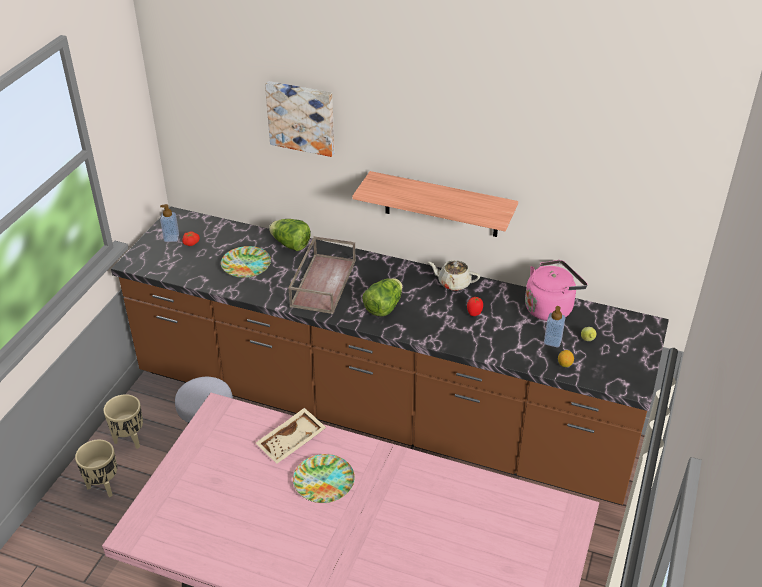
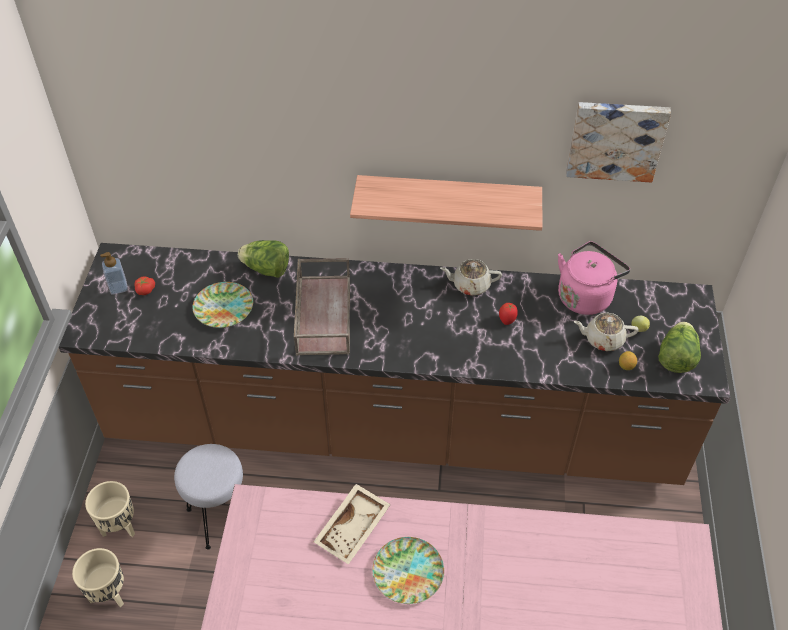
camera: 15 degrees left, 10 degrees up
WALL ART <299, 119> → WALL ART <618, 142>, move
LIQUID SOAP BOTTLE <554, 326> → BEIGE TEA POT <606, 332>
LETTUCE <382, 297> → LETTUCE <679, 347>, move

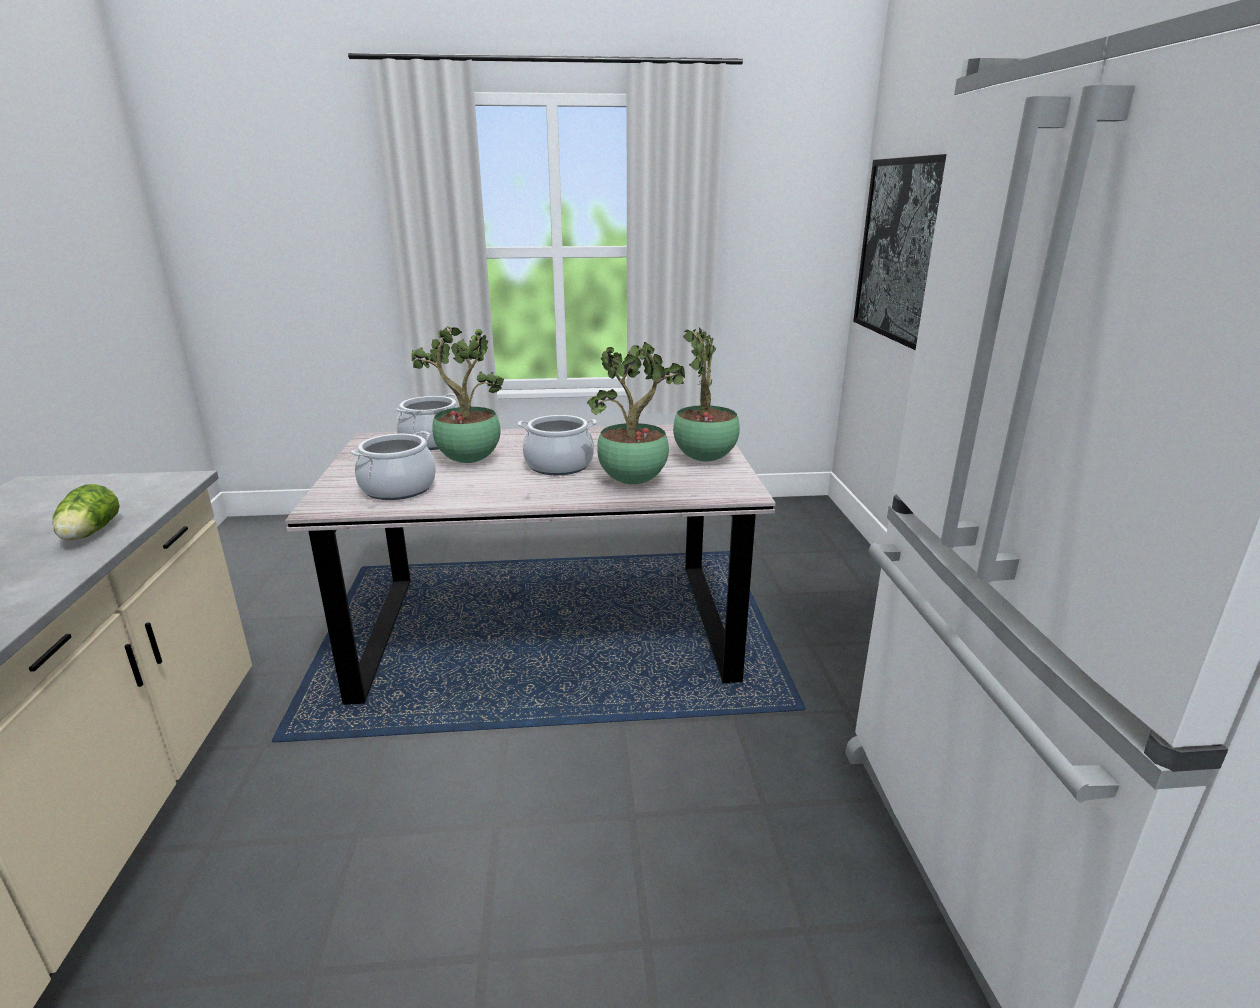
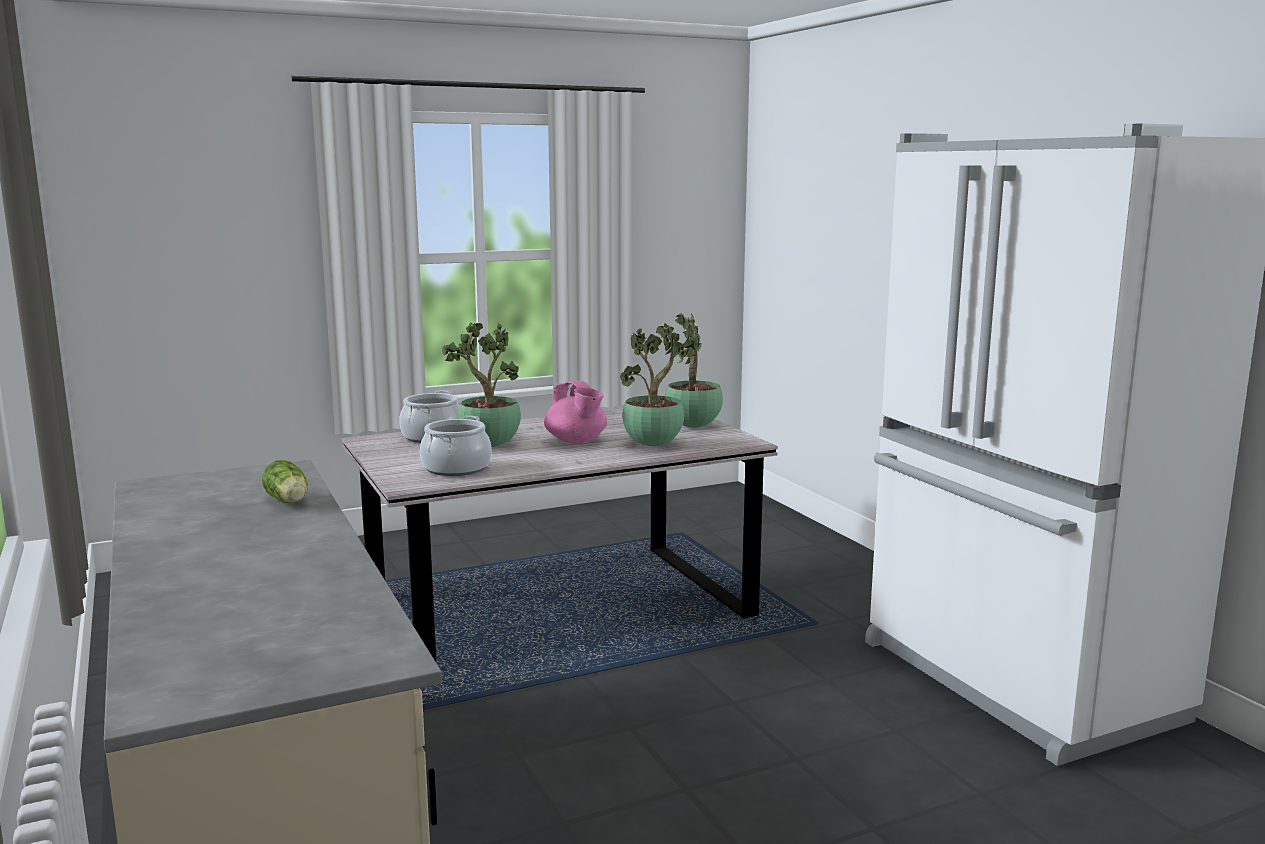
camera: 20 degrees left, 10 degrees down
STOCKPOT <557, 445> → PINKISH TEA POT <575, 412>
WALL ART <899, 252> → -

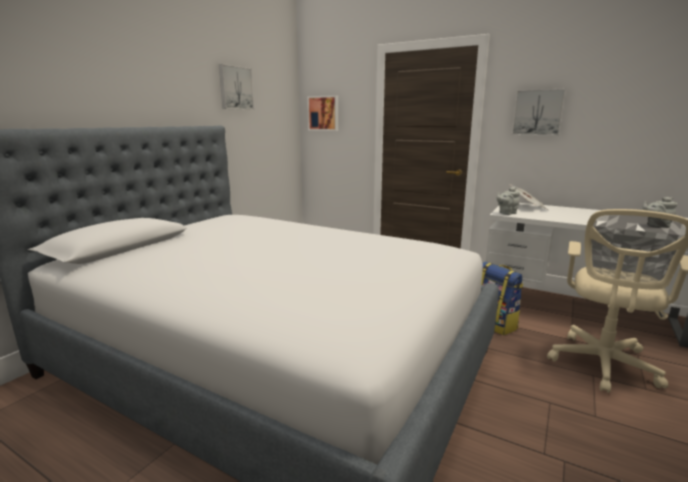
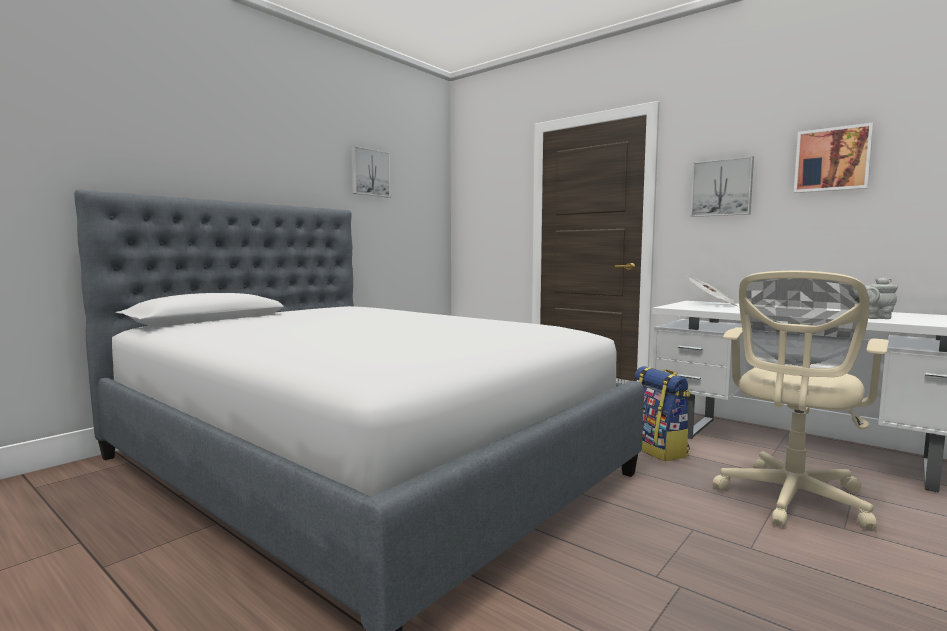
camera: 10 degrees right, 10 degrees down
WALL ART <322, 113> → WALL ART <833, 157>, move
GREYISH TEA POT <508, 201> → -

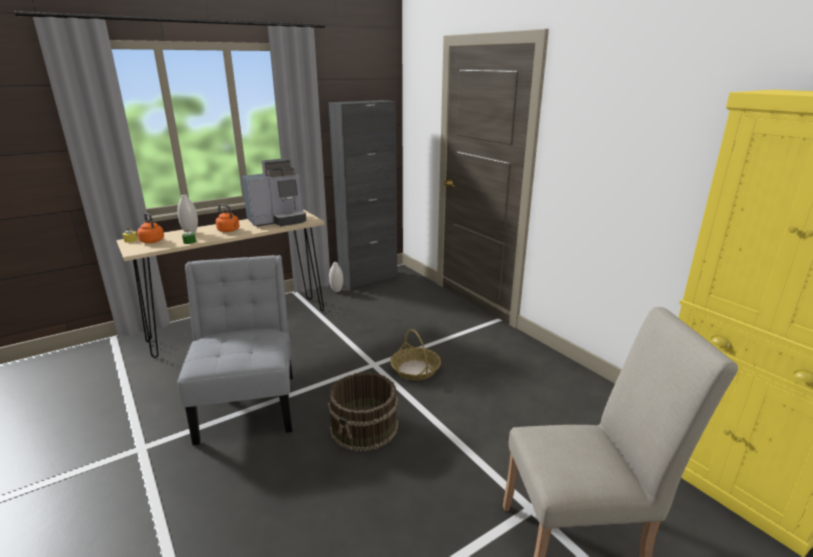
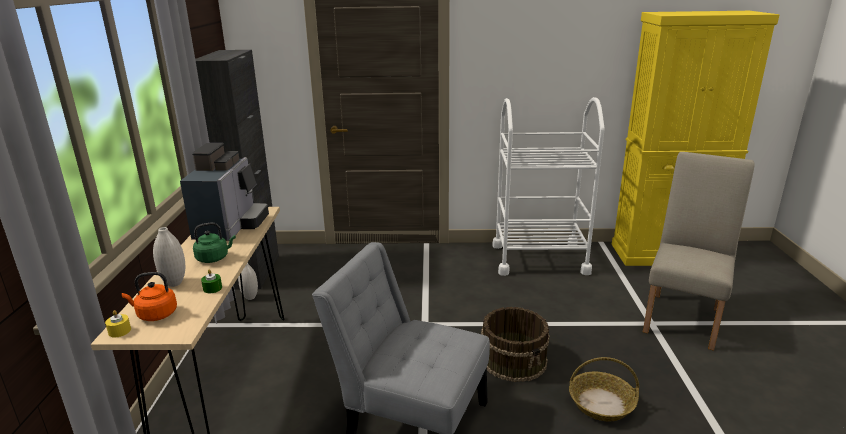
camera: 55 degrees left, 0 degrees up
ORANGE TEA KETTLE <227, 218> → GREENISH TEA KETTLE <214, 243>
- → WHITE WHEELED CART <548, 186>
BASKET <415, 355> → BASKET <604, 389>, move

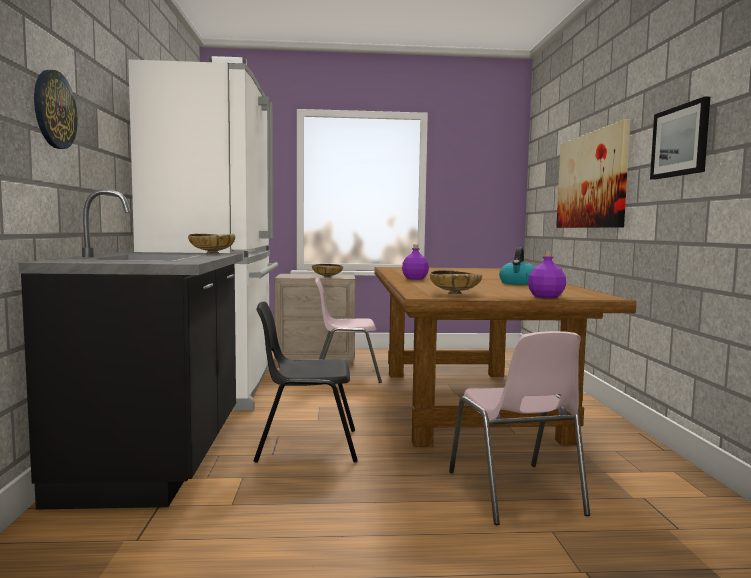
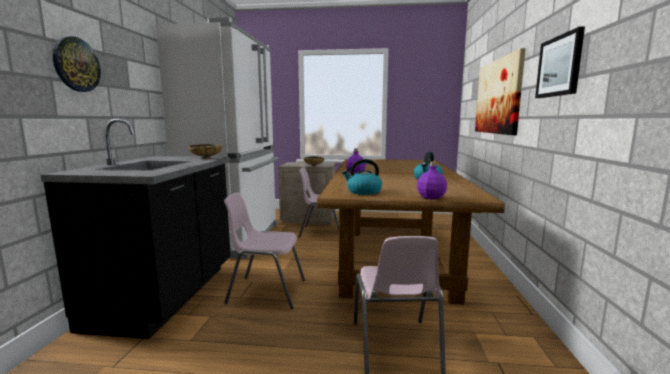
camera: 10 degrees right, 5 degrees up
BLACKISH PLAIN CHAIR <306, 382> → PINKISH PLAIN CHAIR <264, 251>
BEIGE BOWL <456, 282> → TEA KETTLE <362, 177>

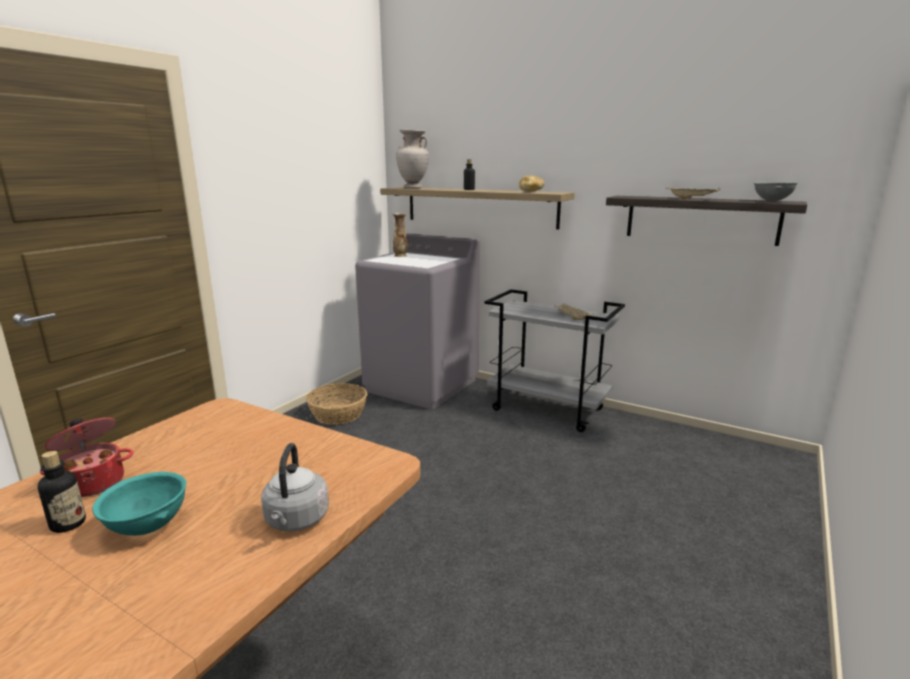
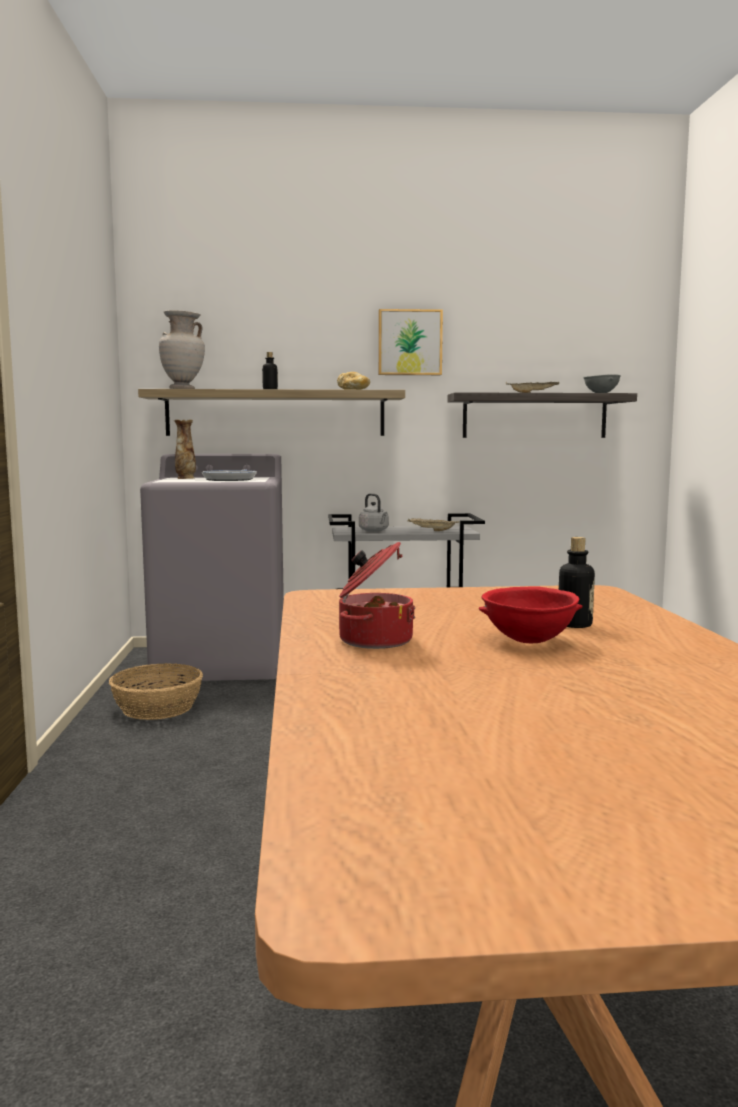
camera: 35 degrees left, 10 degrees down
- → SKILLET <229, 475>
GREYISH TEA KETTLE <295, 487> → GREYISH TEA KETTLE <374, 512>, move
- → WALL ART <410, 342>
TURQUOISE BOWL <139, 504> → RED-COLOURED BOWL <531, 614>
BOTTLE <62, 492> → BOTTLE <577, 582>, move

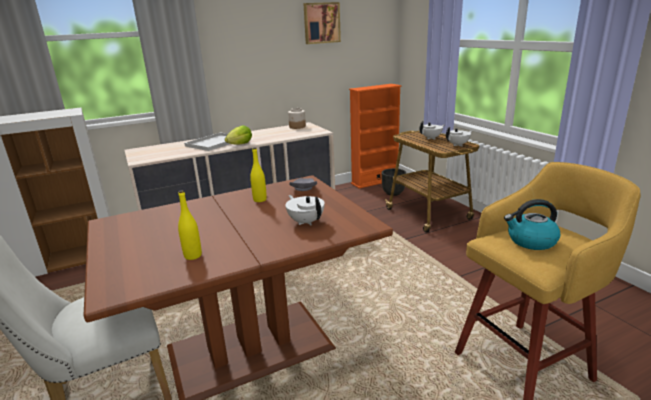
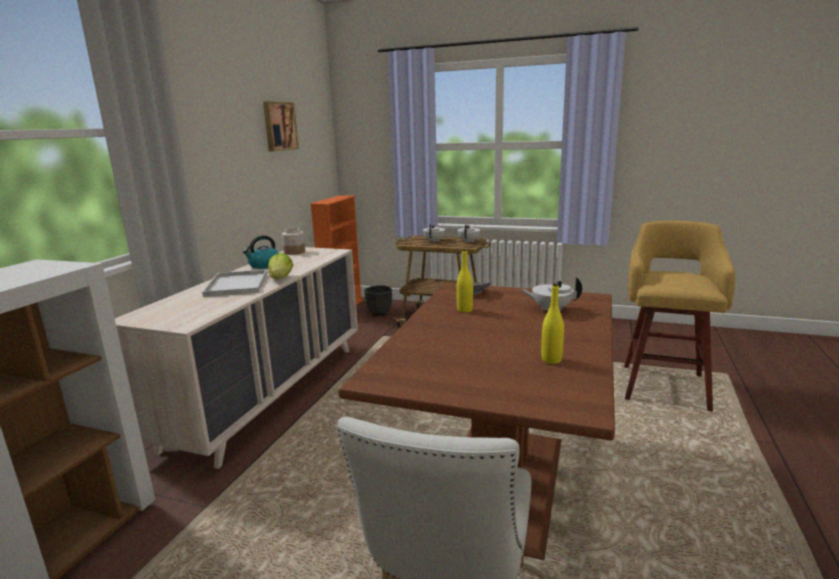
camera: 45 degrees left, 5 degrees down
TEA KETTLE <532, 224> → TEA KETTLE <261, 252>, move

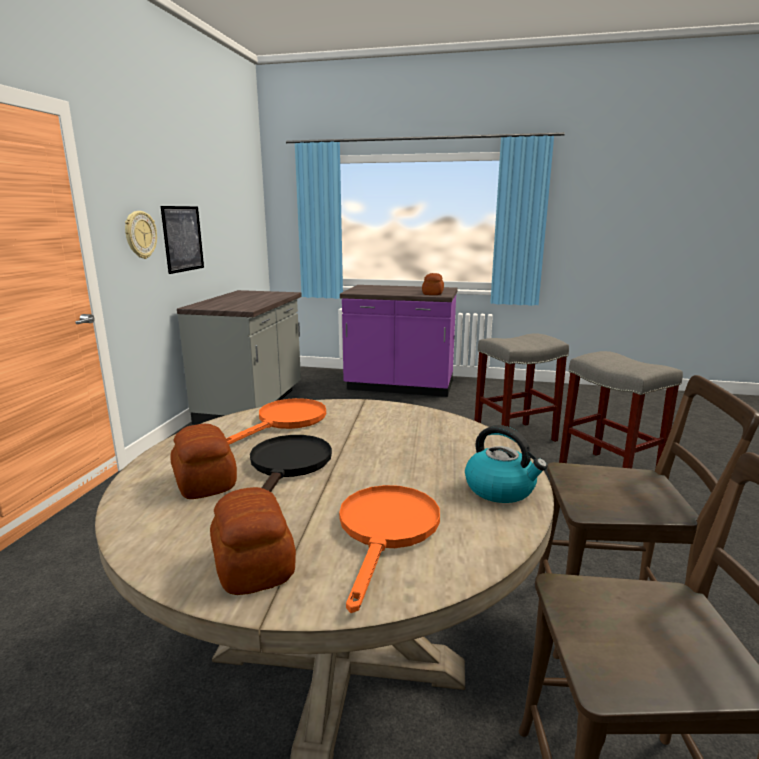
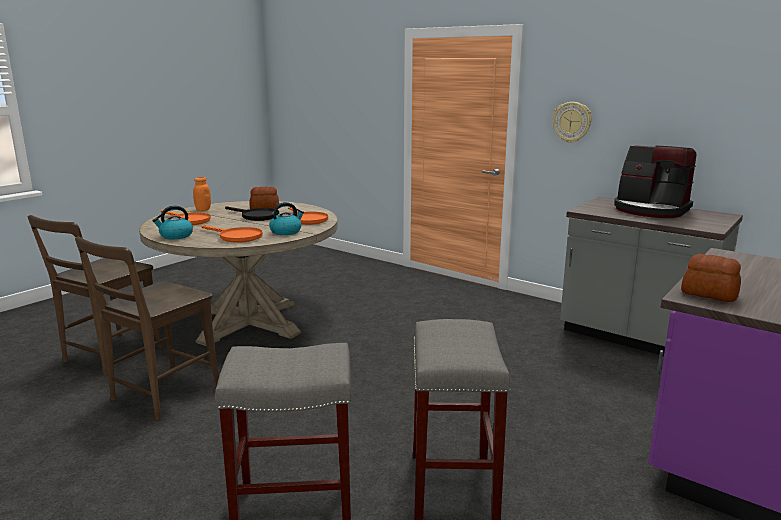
camera: 115 degrees right, 0 degrees up
BAKERY BREAD <253, 541> → ORANGE PRESERVE JAR <202, 194>
- → ORANGE SKILLET <232, 234>
- → TEA KETTLE <286, 218>
- → COFFEE MAKER <655, 181>
WALL ART <182, 240> → -

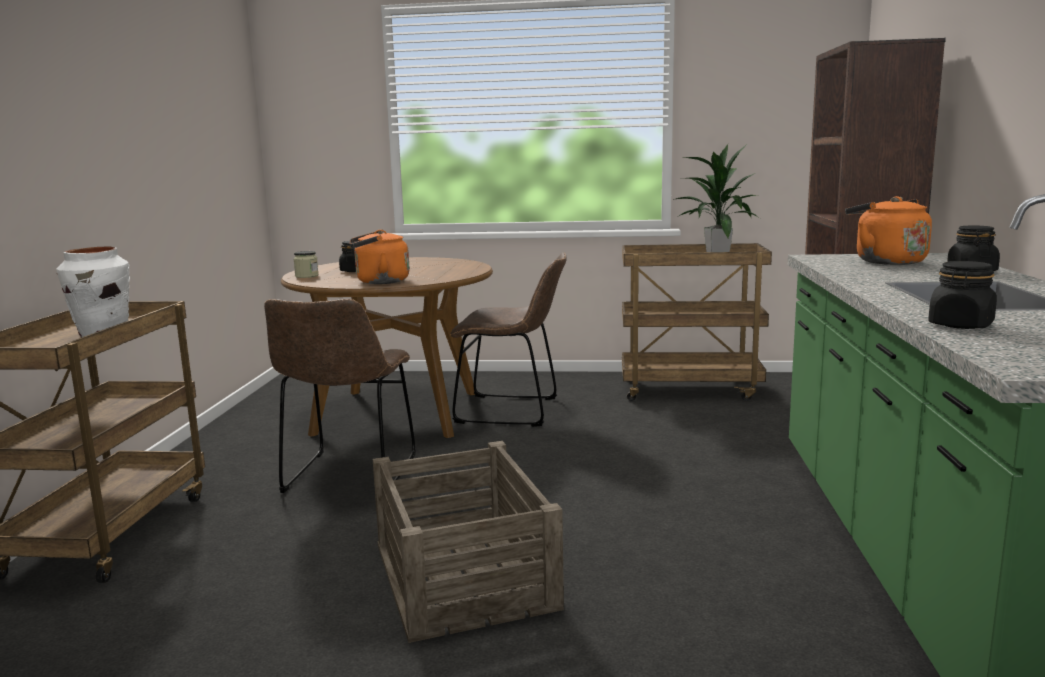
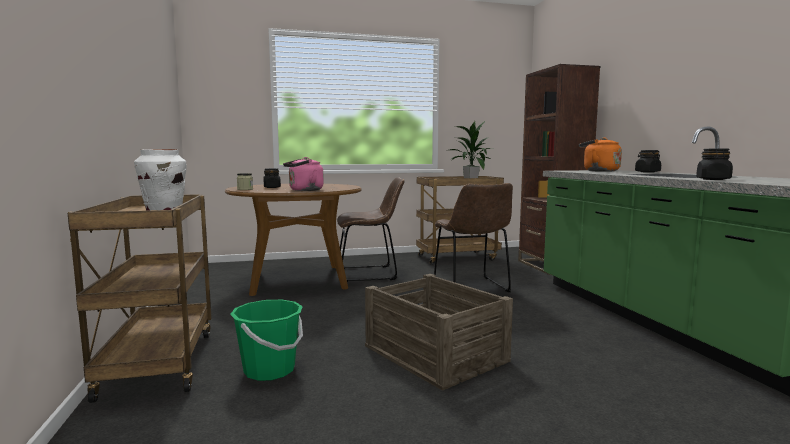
camera: 20 degrees left, 5 degrees down
- → GREENISH PAIL <266, 340>
ORANGE TEA KETTLE <380, 257> → PINKISH TEA KETTLE <303, 174>
BROWNISH PLAIN CHAIR <340, 396> → BROWNISH PLAIN CHAIR <473, 239>, move

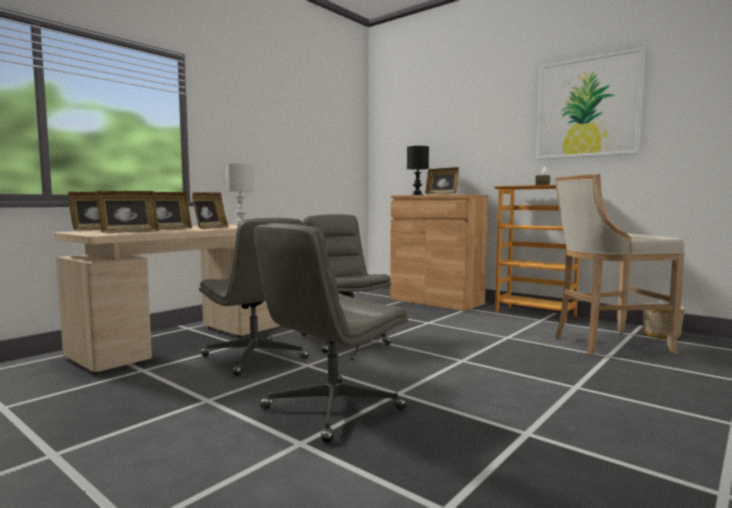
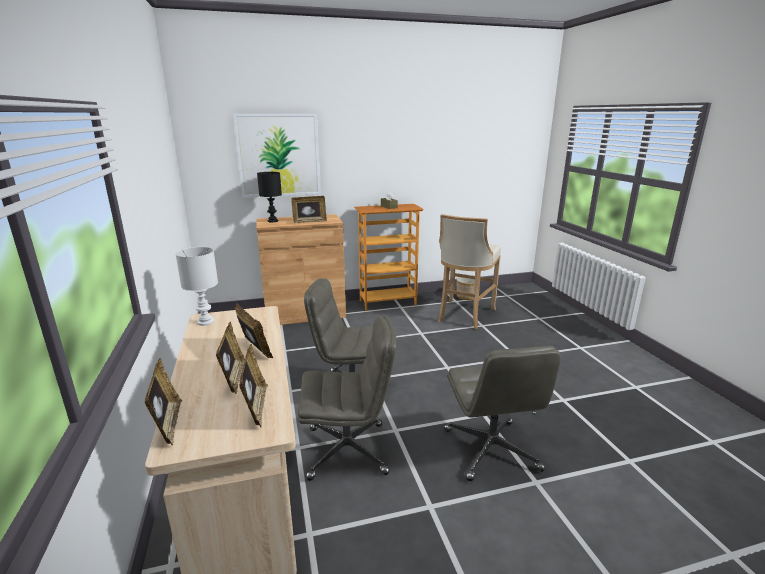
camera: 55 degrees left, 15 degrees up
WALL ART <590, 103> → WALL ART <277, 155>, move

